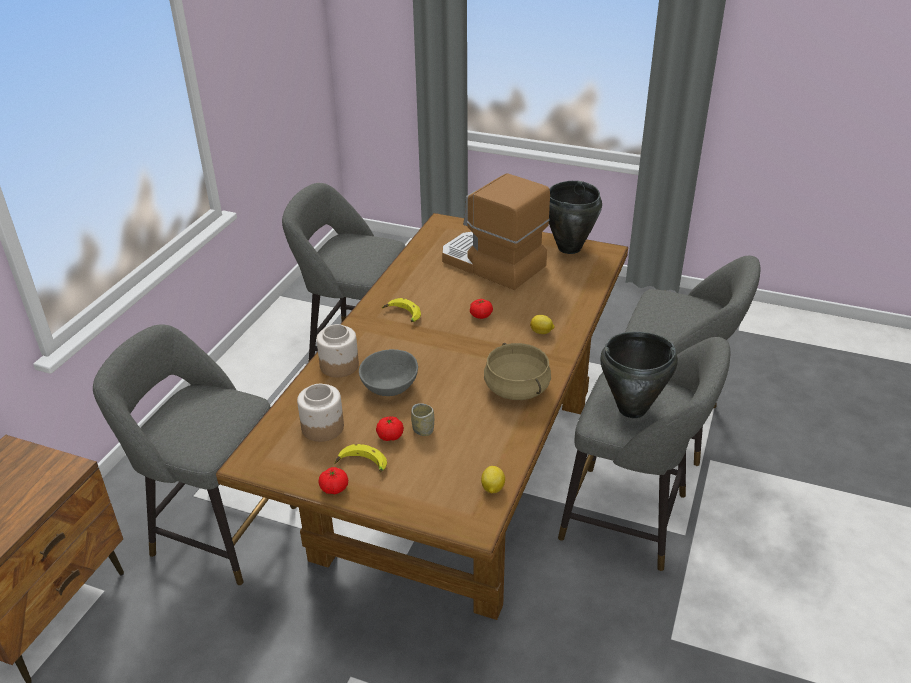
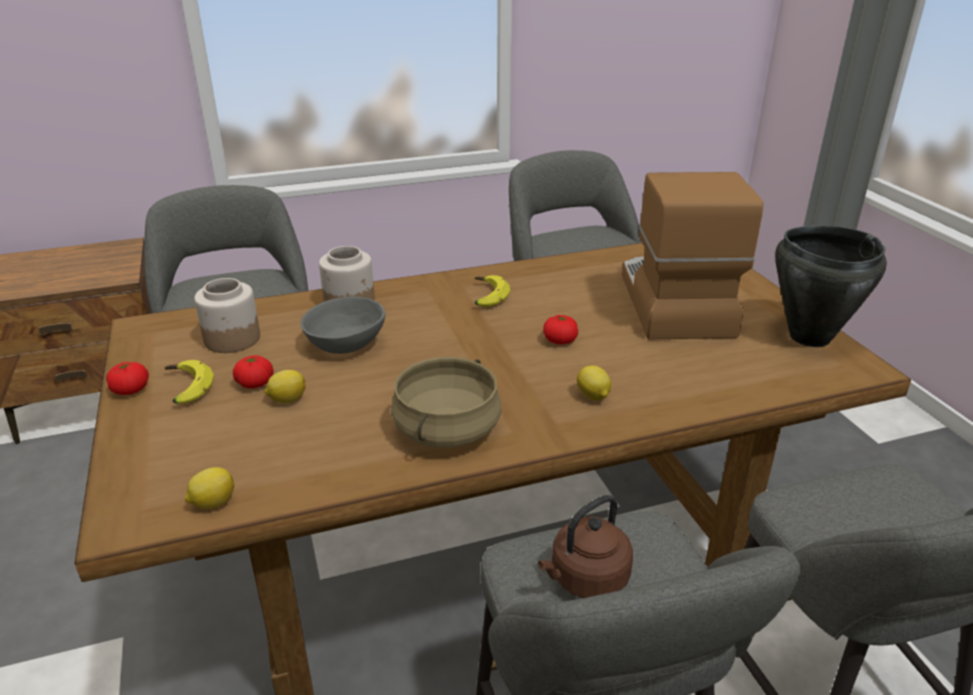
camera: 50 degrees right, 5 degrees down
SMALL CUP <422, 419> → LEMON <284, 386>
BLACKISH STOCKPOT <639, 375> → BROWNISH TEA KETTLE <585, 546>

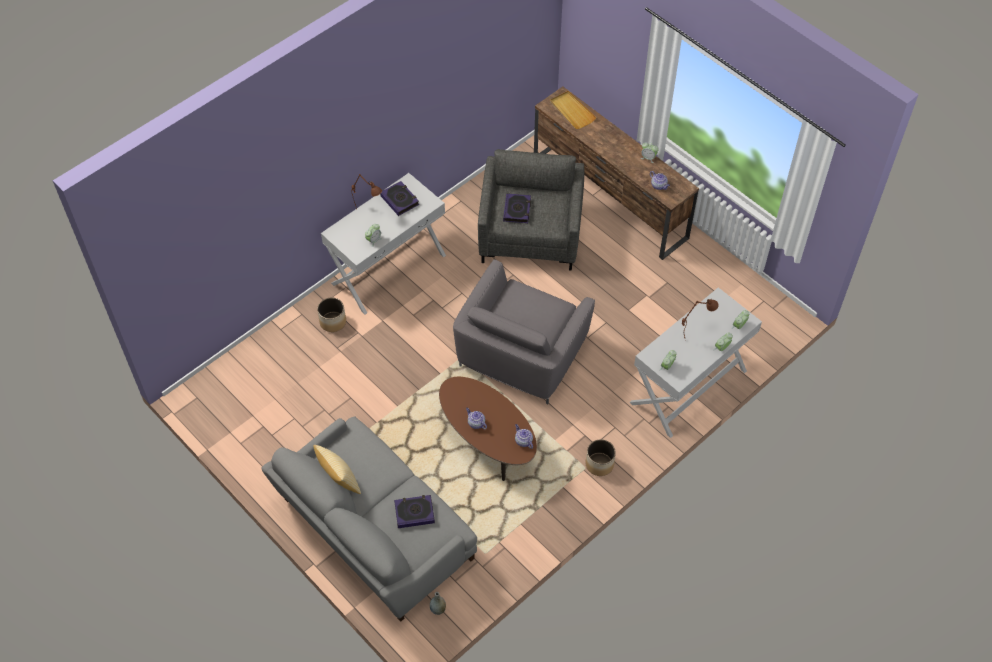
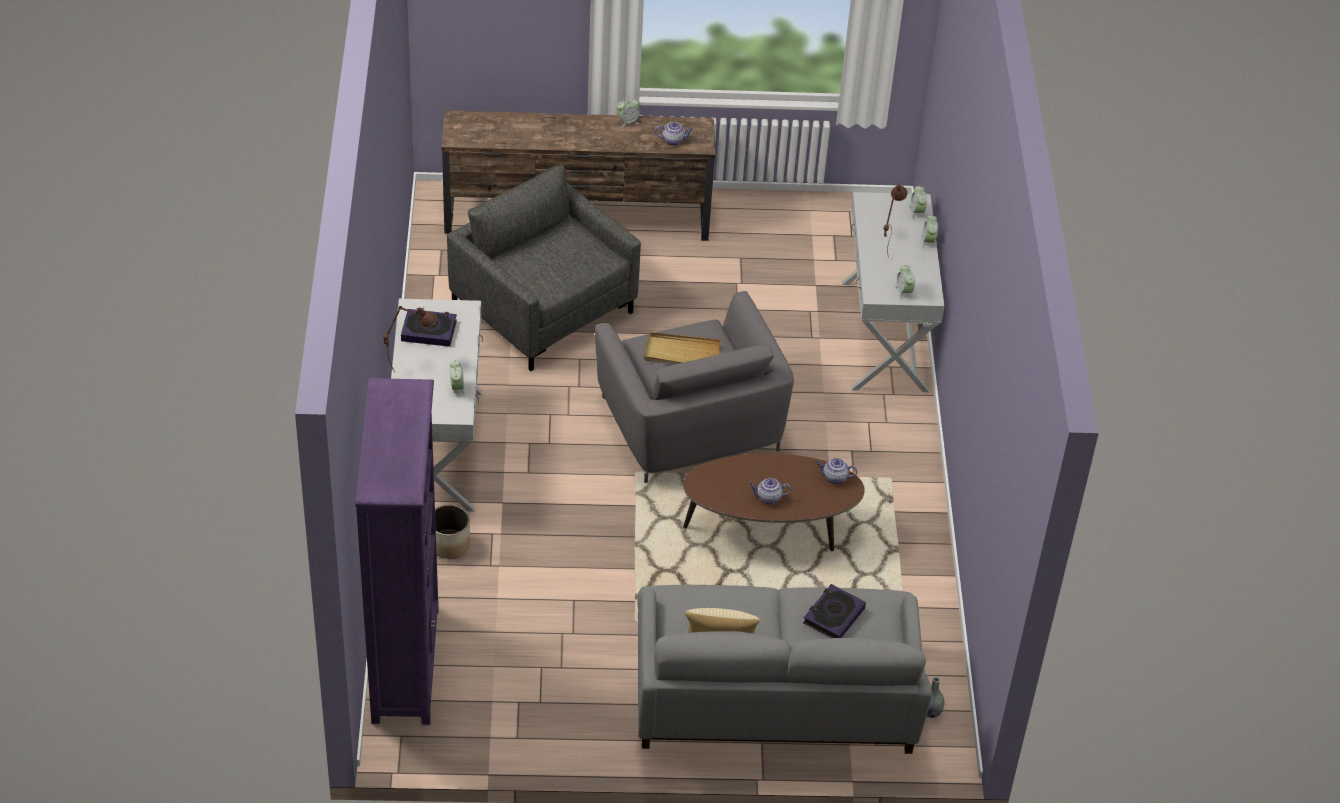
camera: 50 degrees left, 10 degrees down
- → PURPLISH SHELVING UNIT <397, 551>
BEIGE TRAY <573, 110> → BEIGE TRAY <682, 348>, move
BOUND BOOK <517, 208> → -
PLANT POT <601, 457> → -

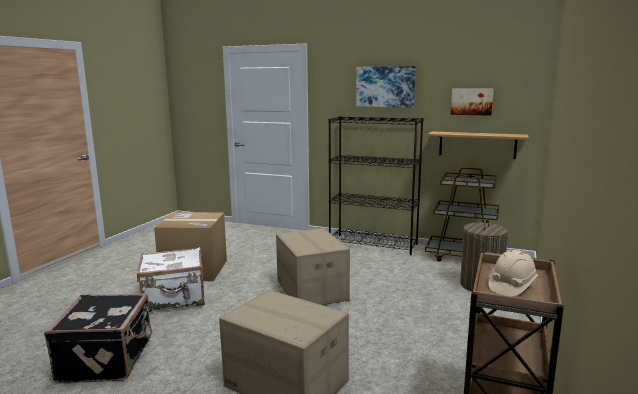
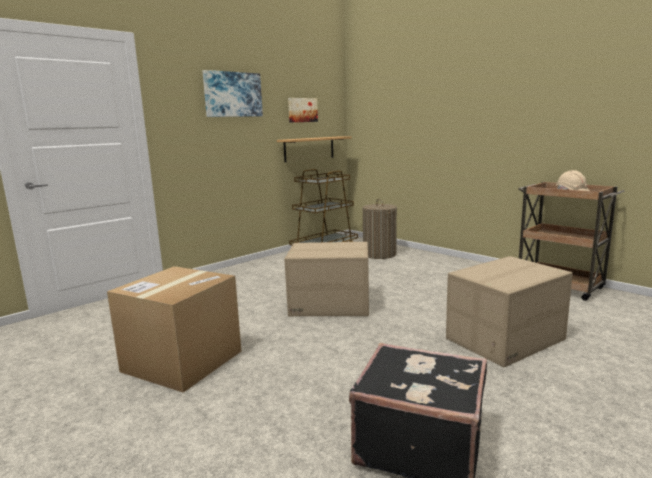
camera: 65 degrees left, 0 degrees up
WHITE TRAVEL CASE <171, 279> → -
BLACKISH SHELVING UNIT <375, 185> → -

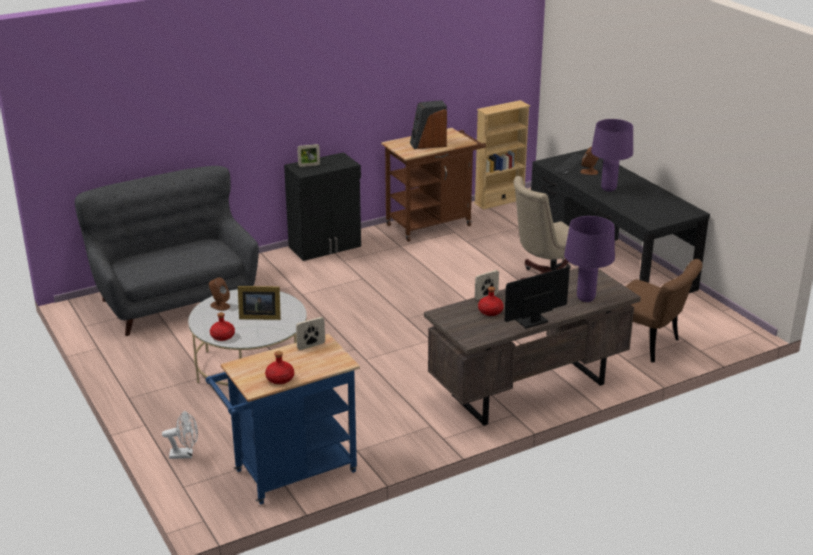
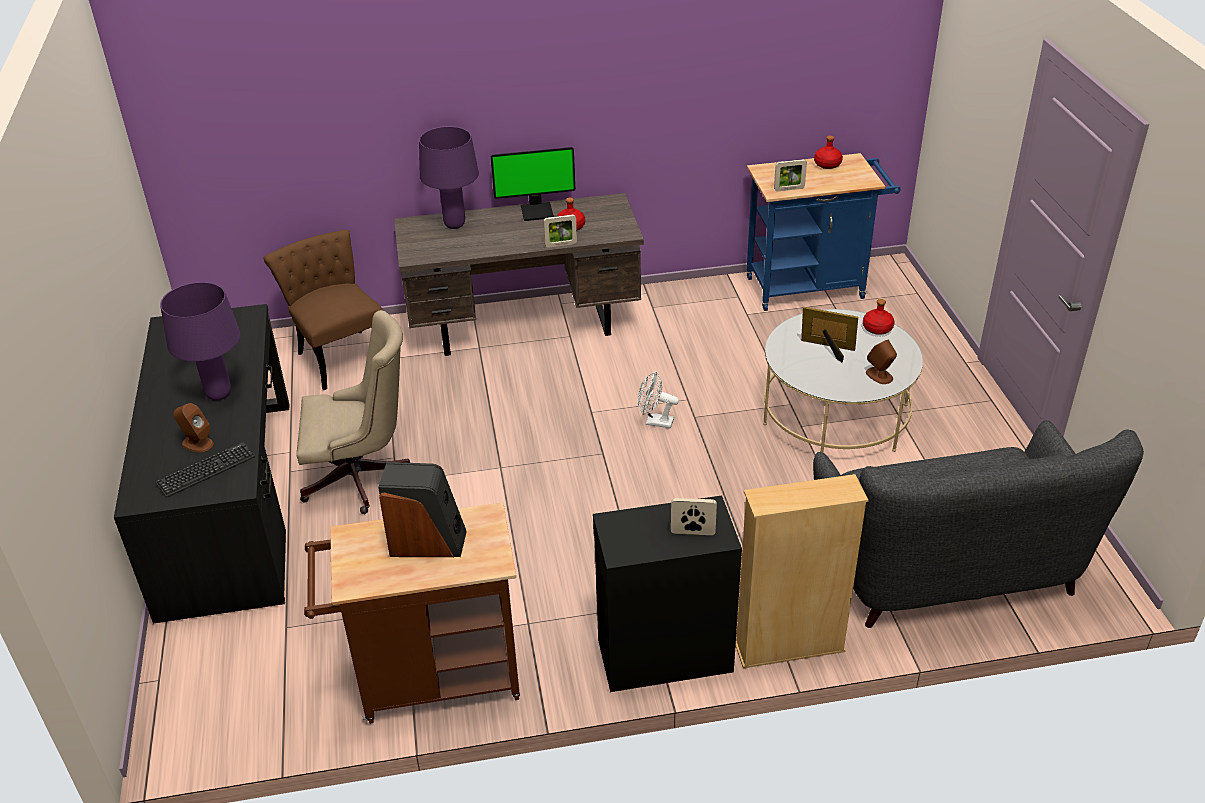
camera: 160 degrees left, 10 degrees up
WHITE COOLING FAN <180, 435> → WHITE COOLING FAN <658, 400>, move
BEIGE SHELVING UNIT <502, 155> → BEIGE SHELVING UNIT <801, 571>, move

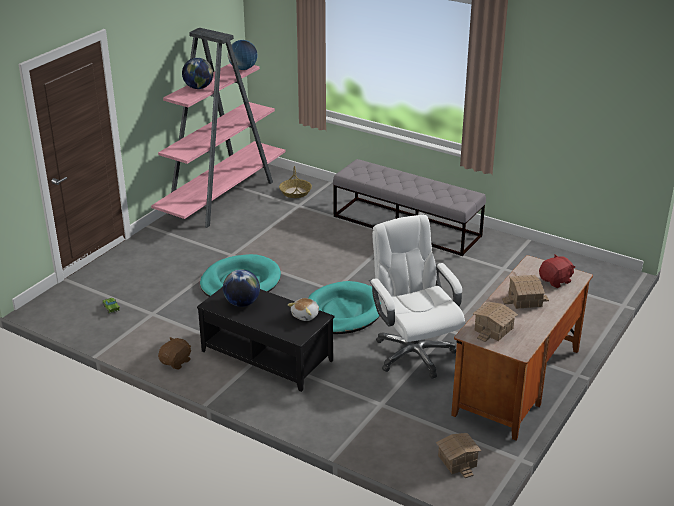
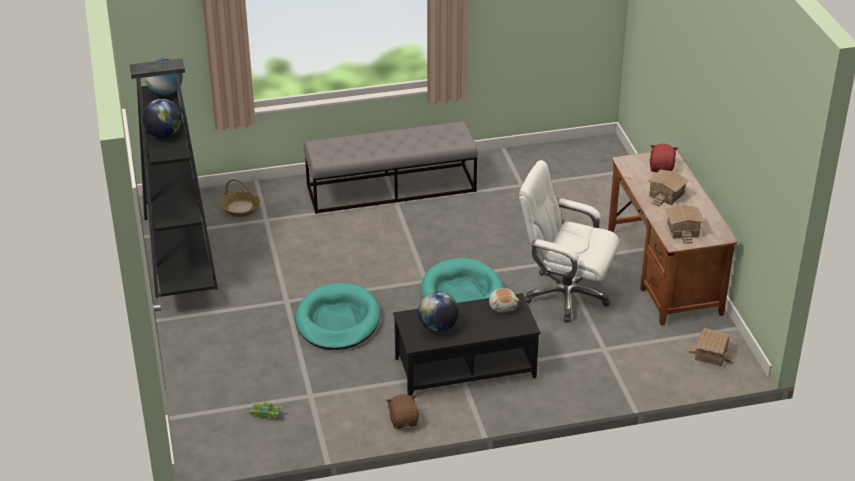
camera: 45 degrees left, 5 degrees up
PINKISH SHELVING UNIT <218, 128> → BLACKISH SHELVING UNIT <174, 178>

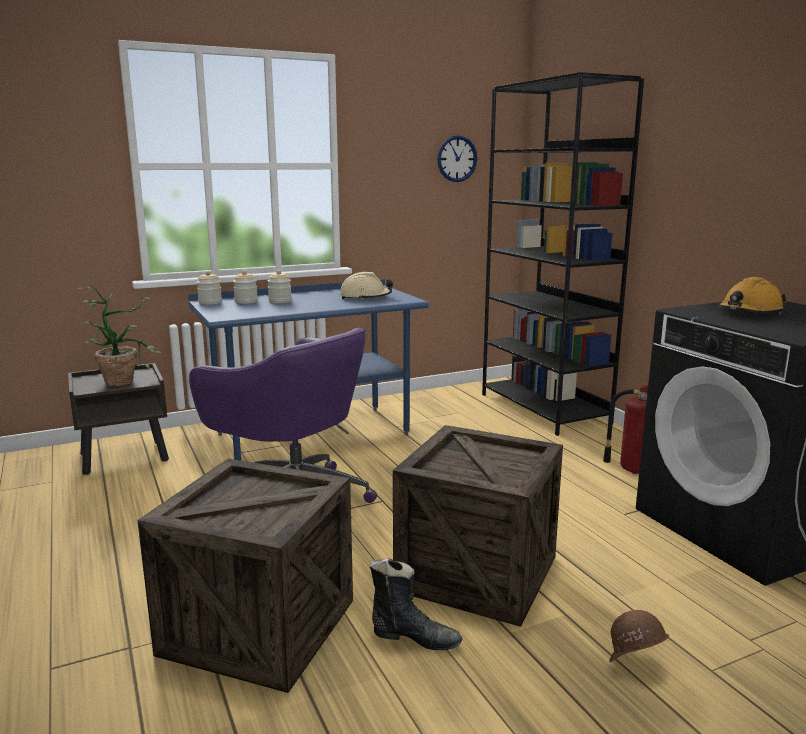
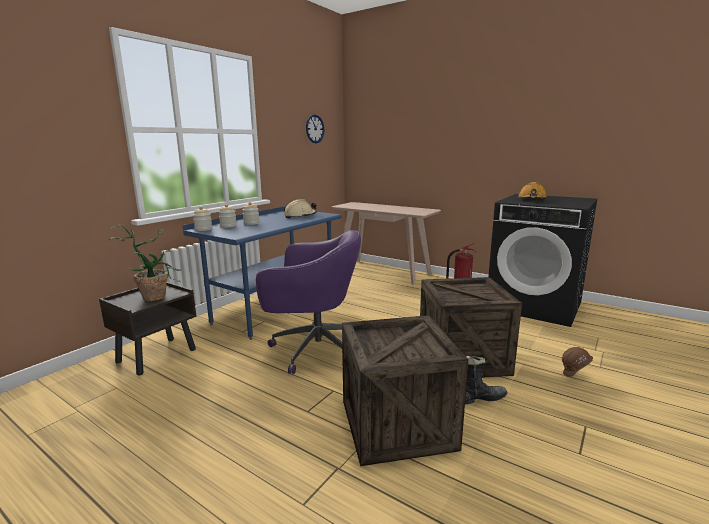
camera: 30 degrees left, 0 degrees up
BLACKISH SHELVING UNIT <563, 254> → BEIGE NARROW TABLE <386, 243>

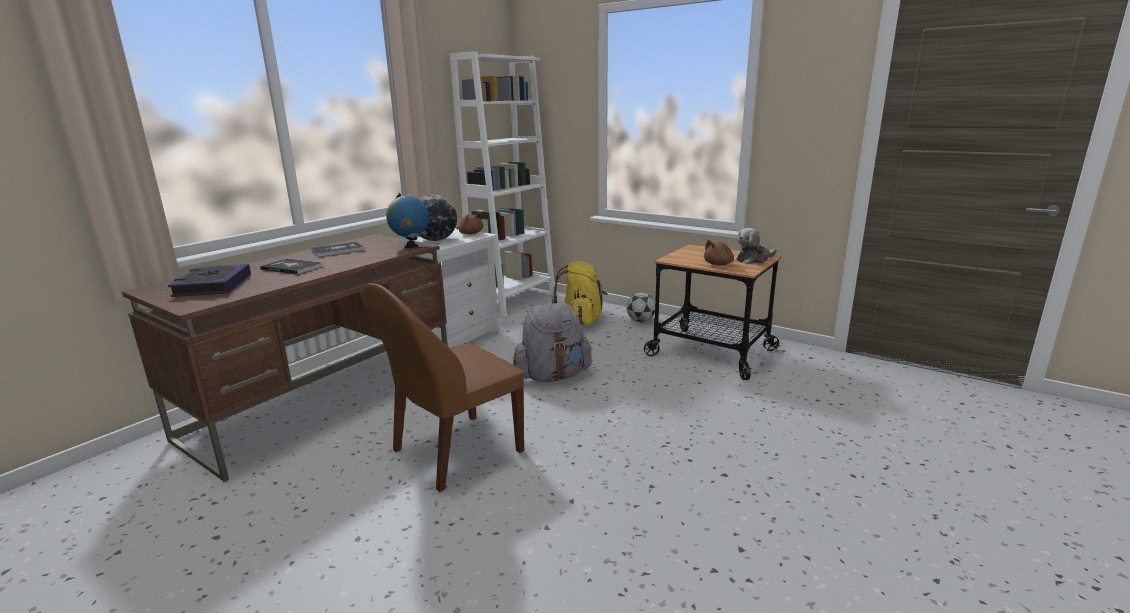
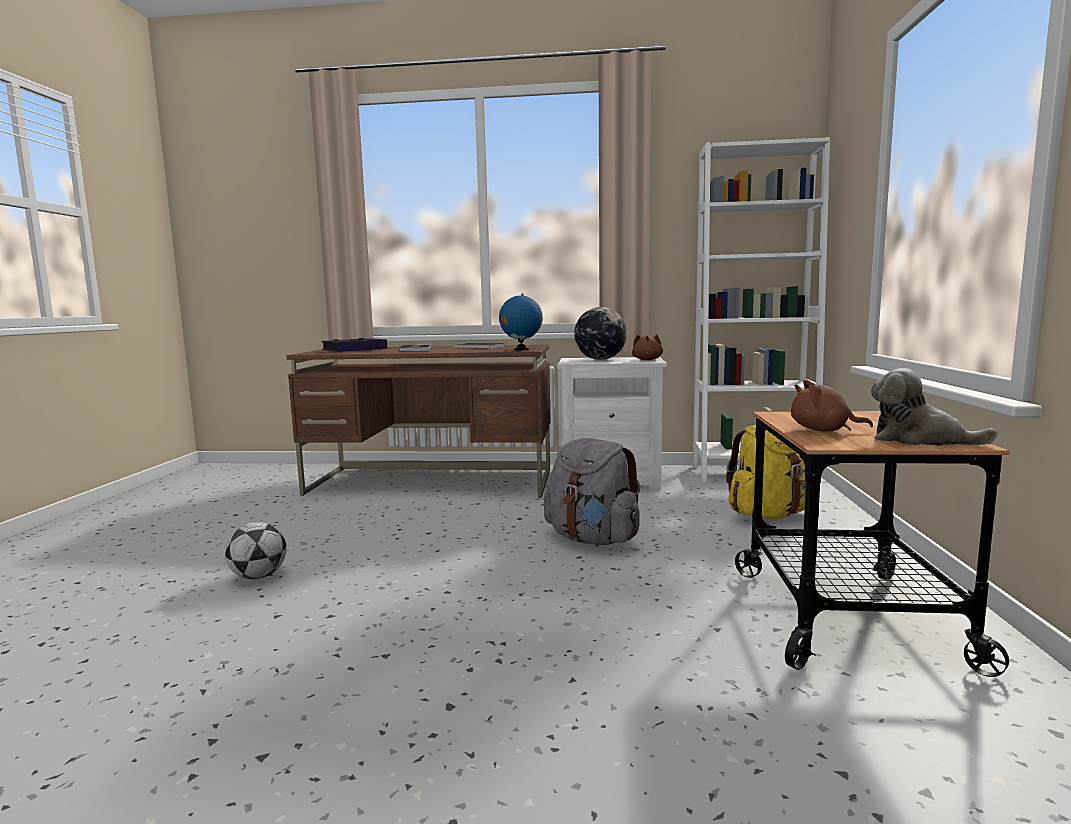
camera: 60 degrees right, 10 degrees down
BALL FOR FOOTBALL <640, 307> → BALL FOR FOOTBALL <255, 550>, move
BROWNISH PLAIN CHAIR <442, 387> → -

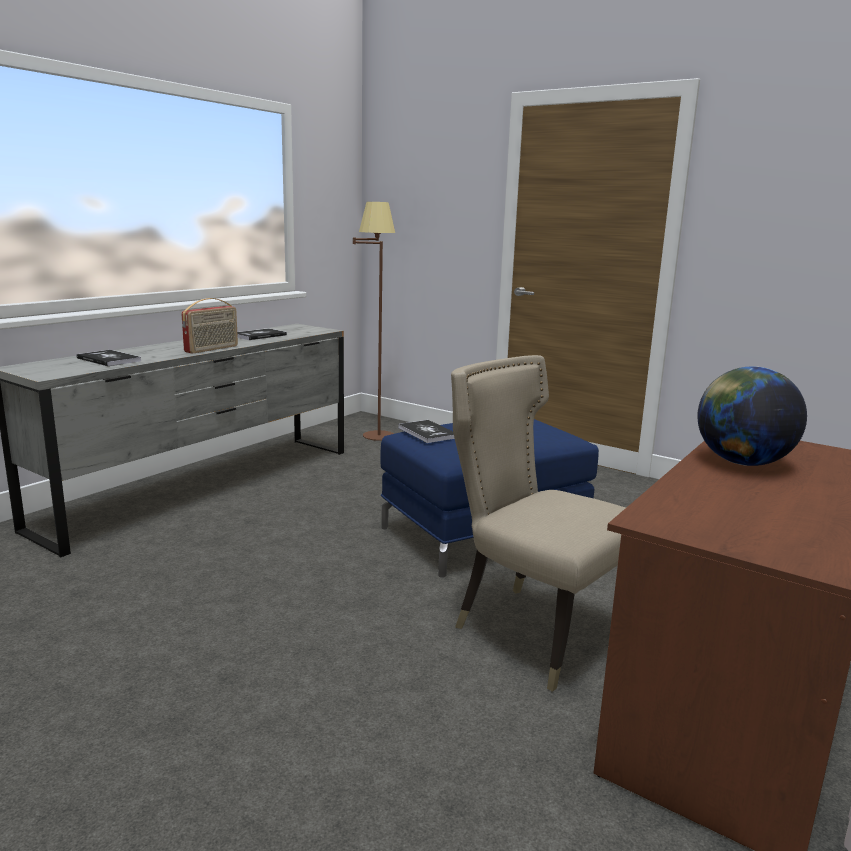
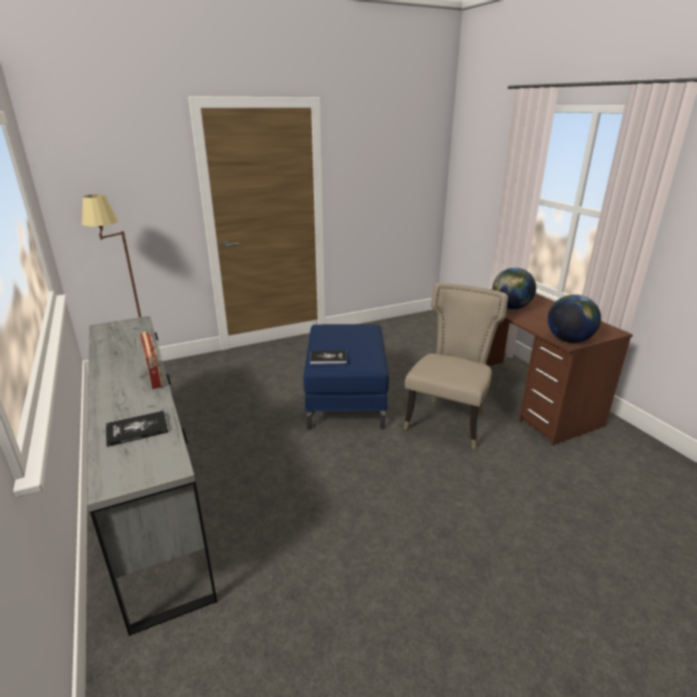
camera: 60 degrees left, 10 degrees up
BEIGE PLAIN CHAIR <538, 523> → BEIGE PLAIN CHAIR <456, 366>, 135 degrees clockwise
- → GLOBE <574, 318>
BOUND BOOK <262, 334> → -

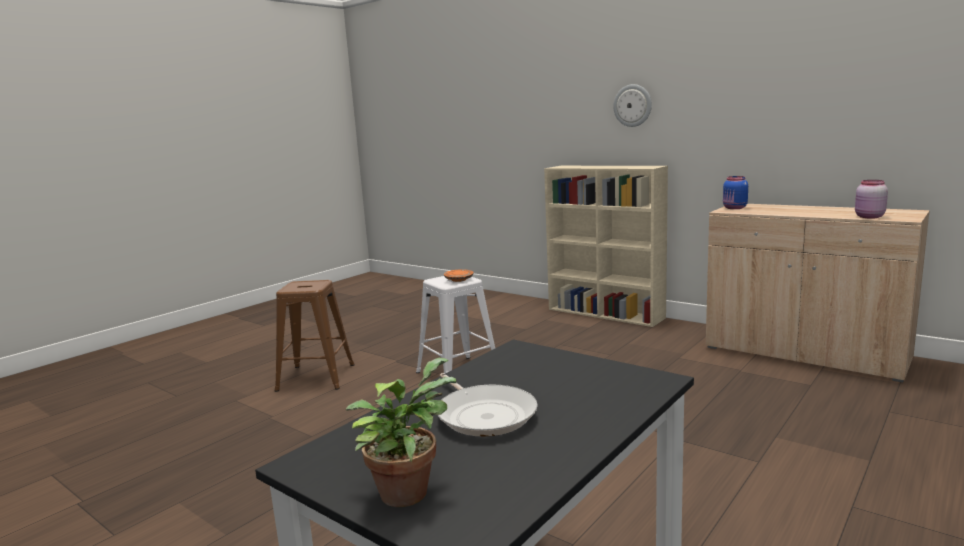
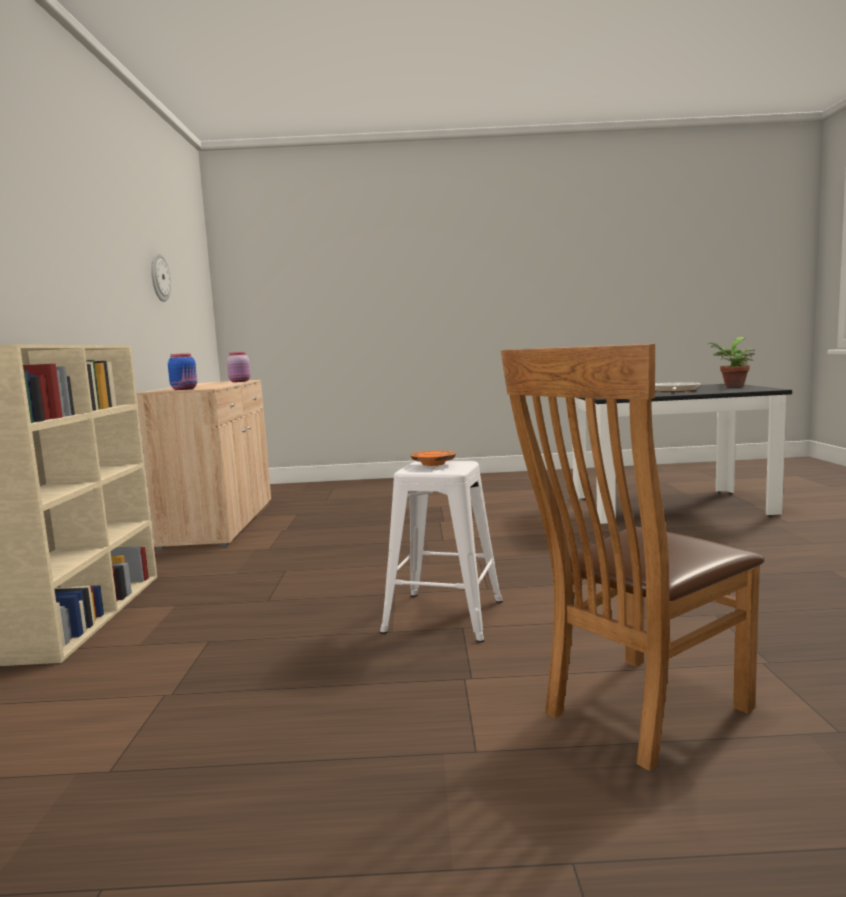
camera: 130 degrees left, 5 degrees down
CLOCK ON THE WALL <632, 105> → CLOCK ON THE WALL <161, 277>, move
BROWNISH STOOL SEAT <315, 336> → BROWNISH PLAIN CHAIR <632, 557>

